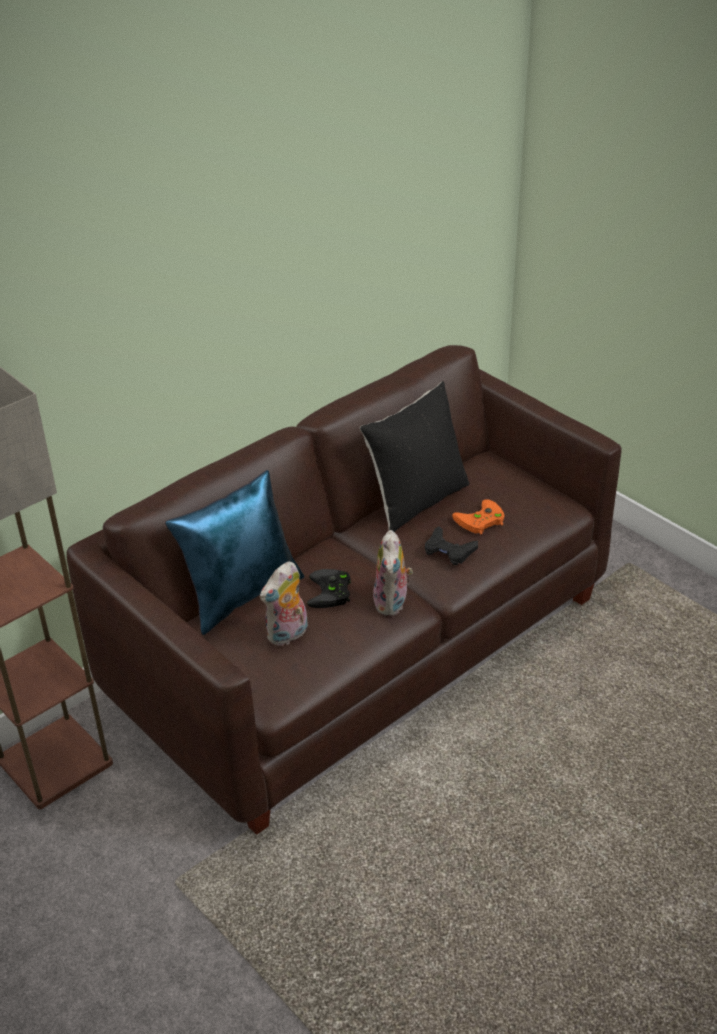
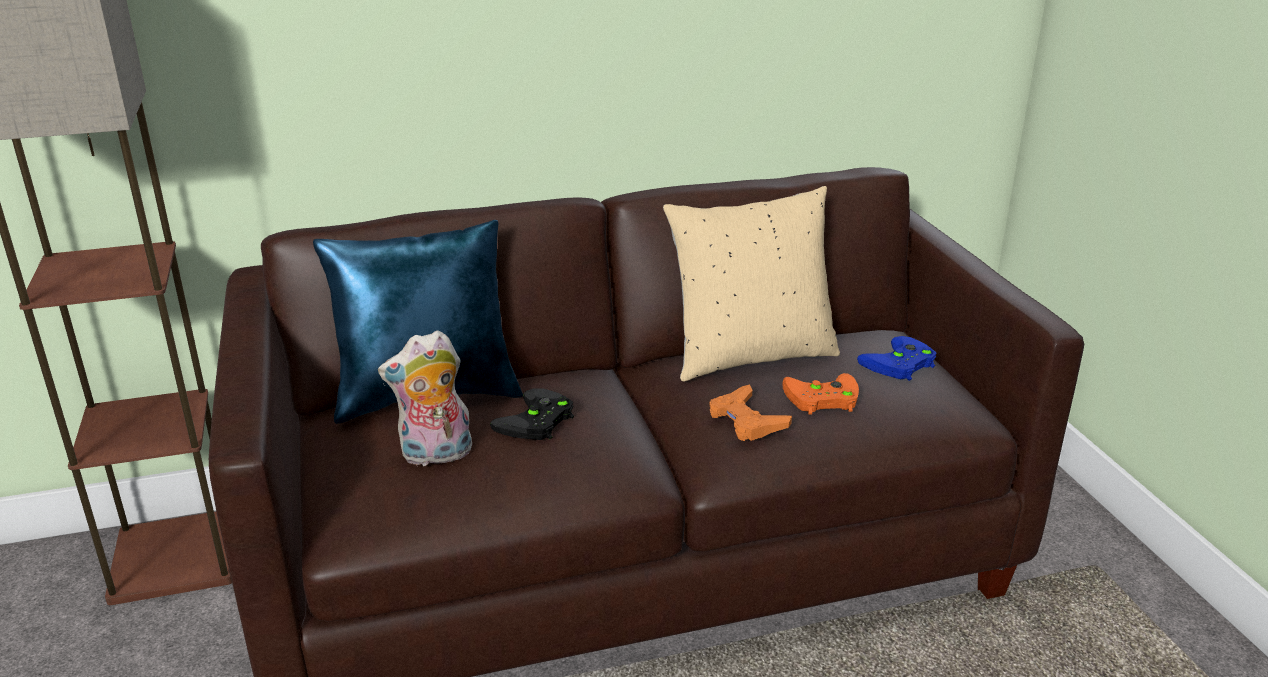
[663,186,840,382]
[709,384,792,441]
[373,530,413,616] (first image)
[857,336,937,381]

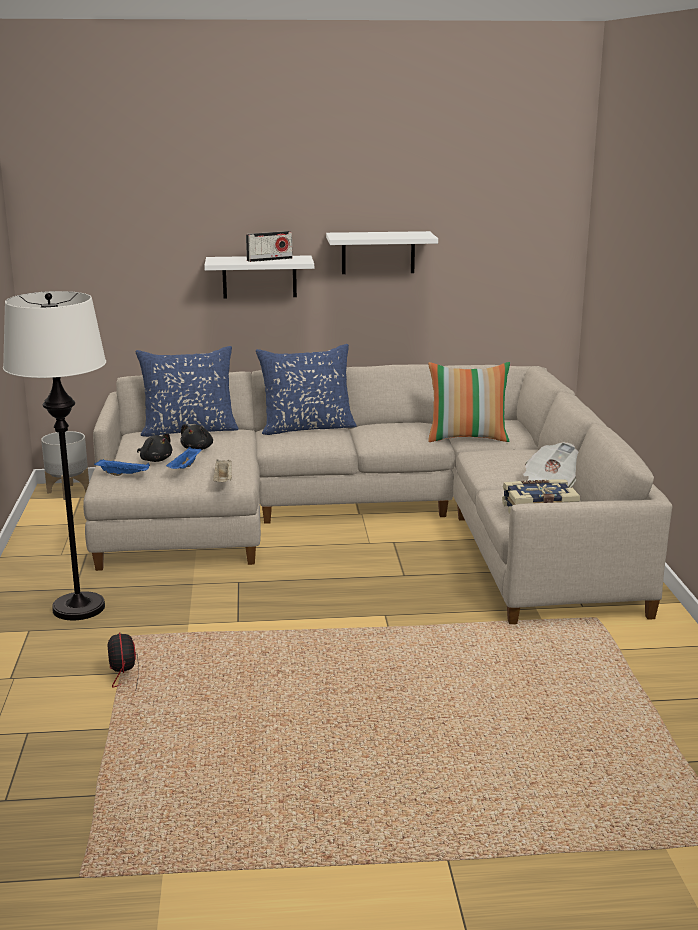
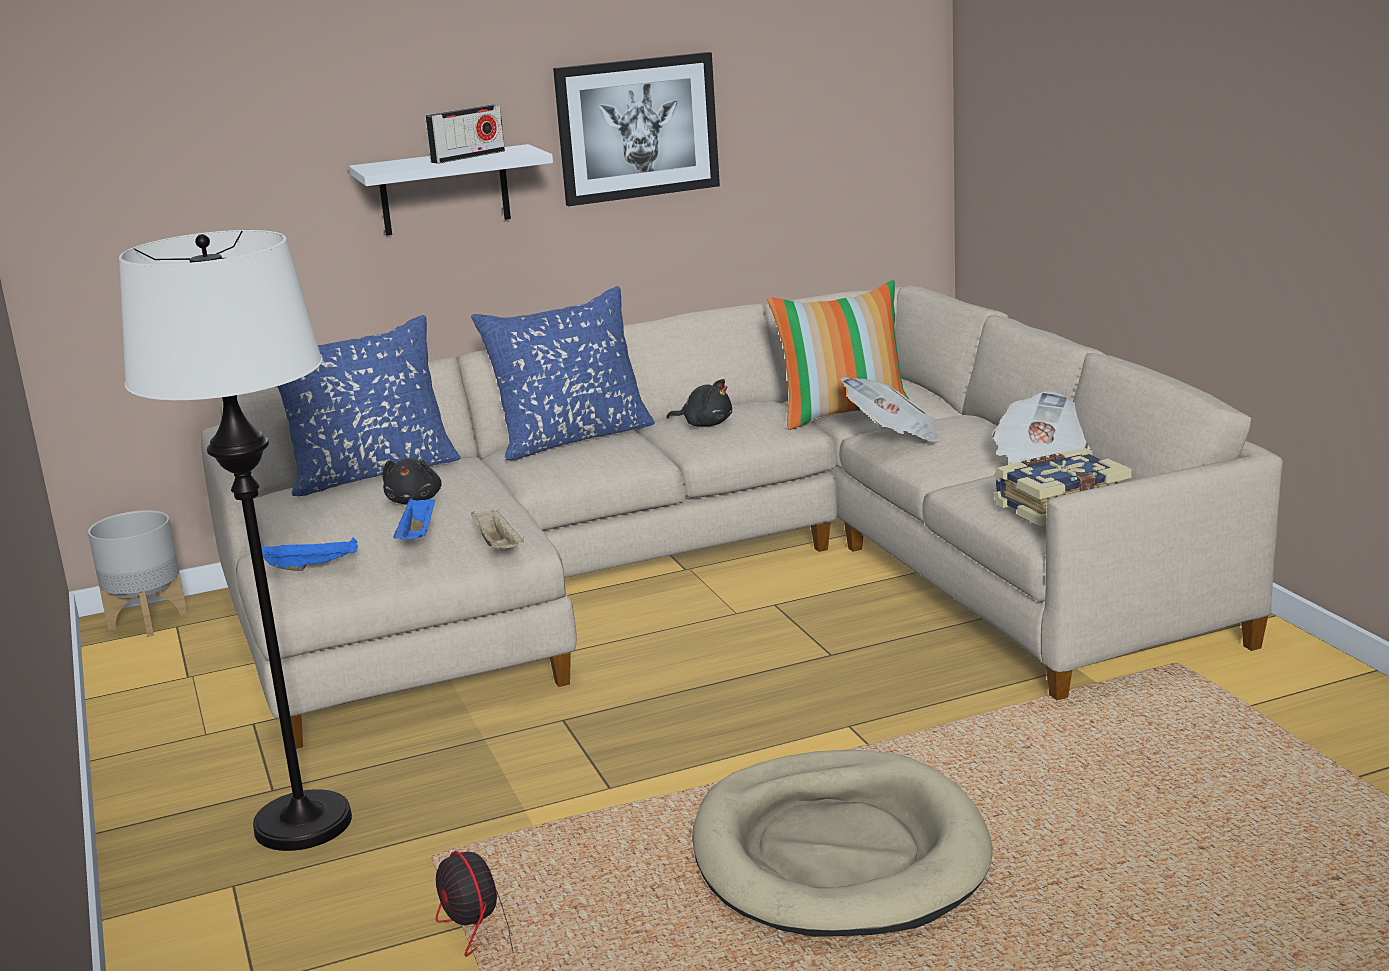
[553,52,720,206]
[667,379,732,427]
[841,377,939,442]
[692,750,993,937]

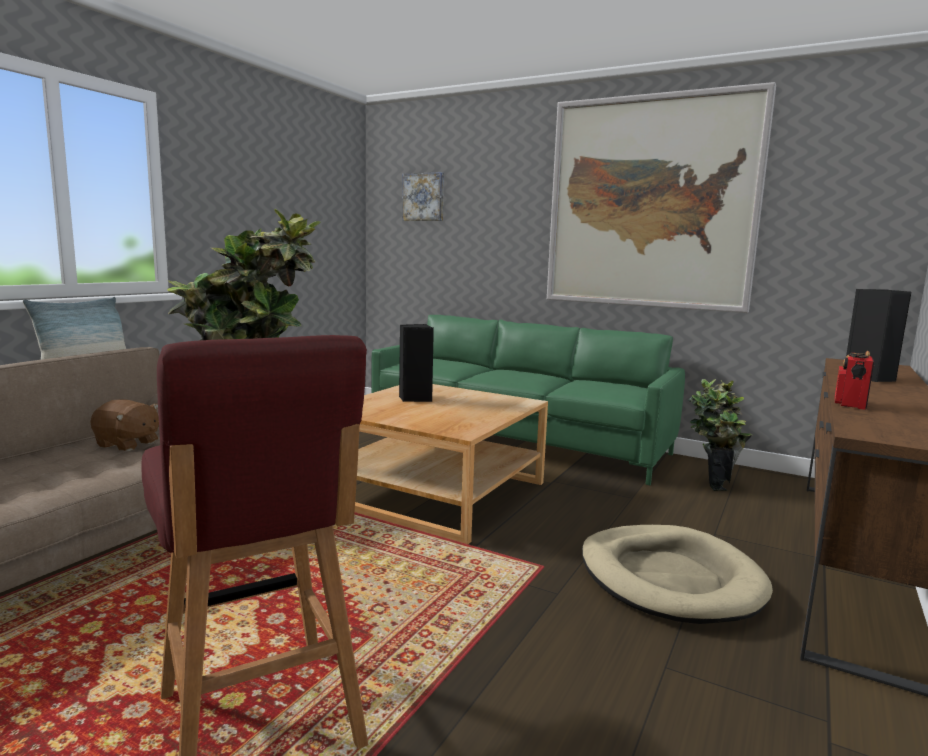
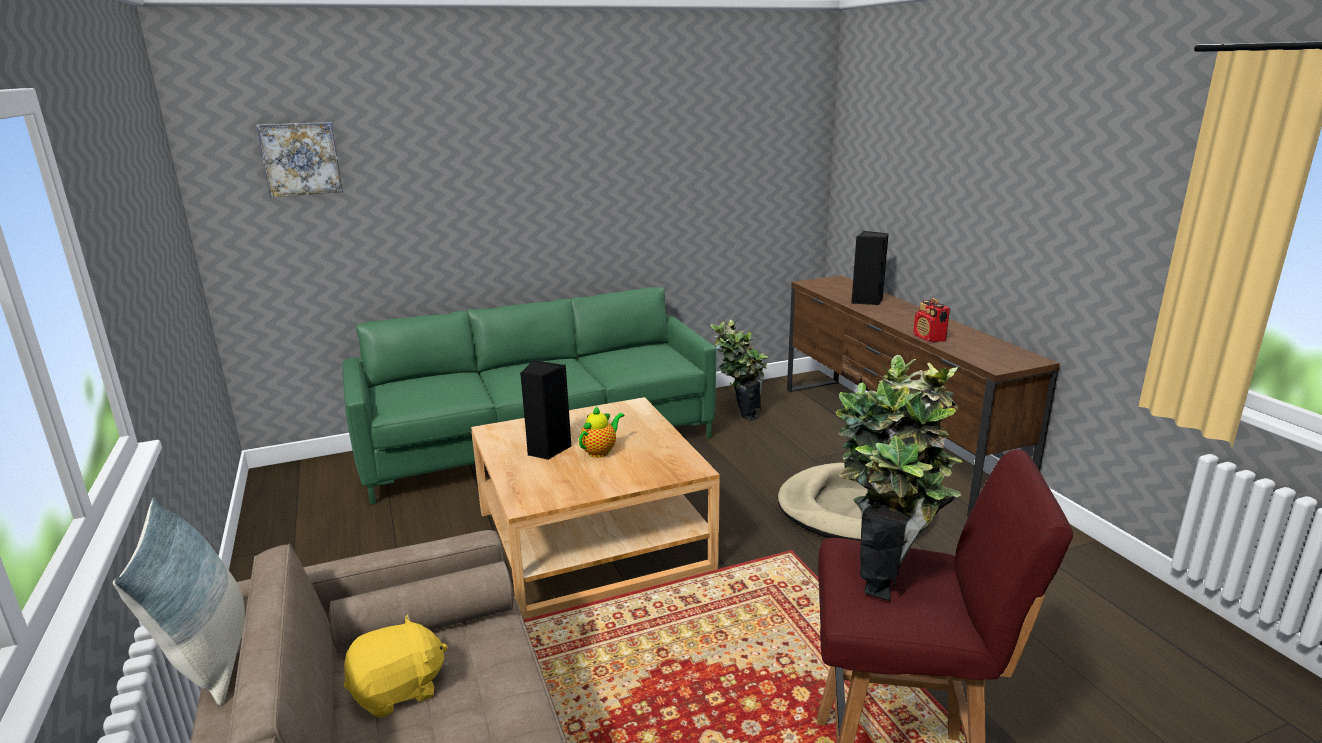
[547,82,776,313] (first image)
[344,614,448,717]
[579,405,624,458]

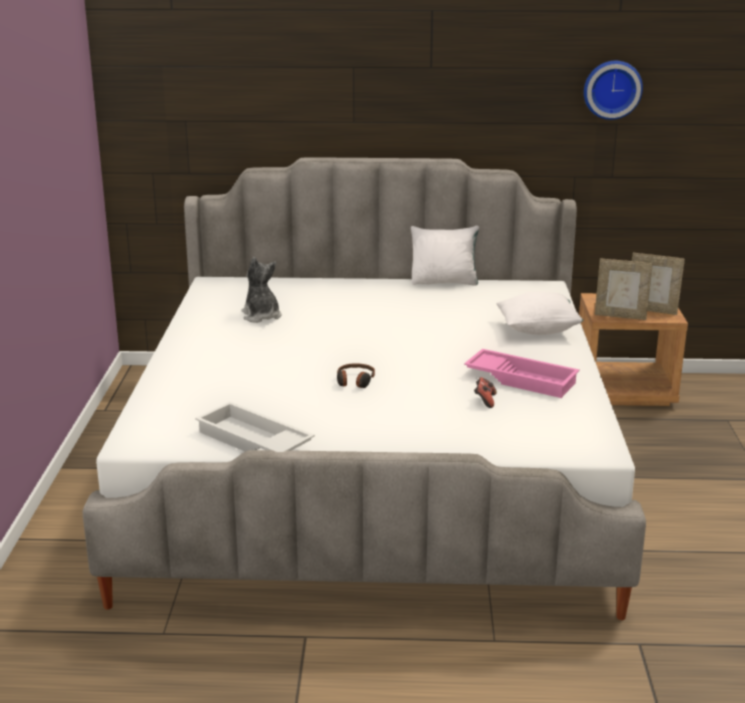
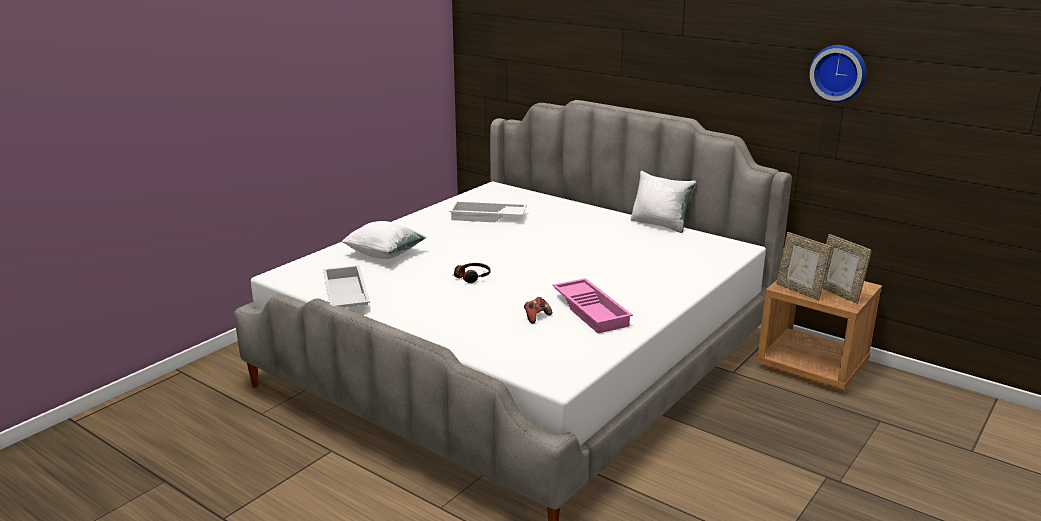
[449,201,527,222]
[341,221,427,259]

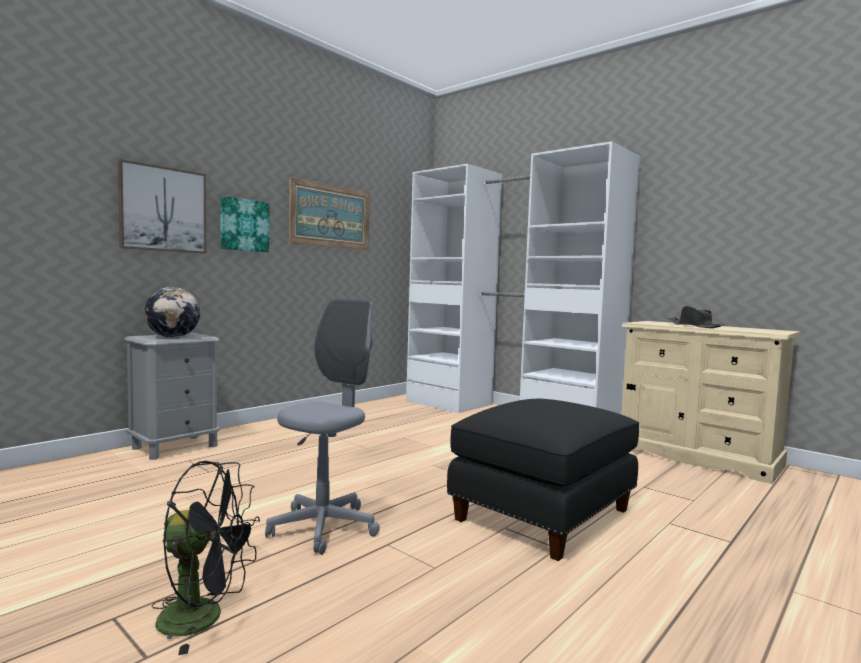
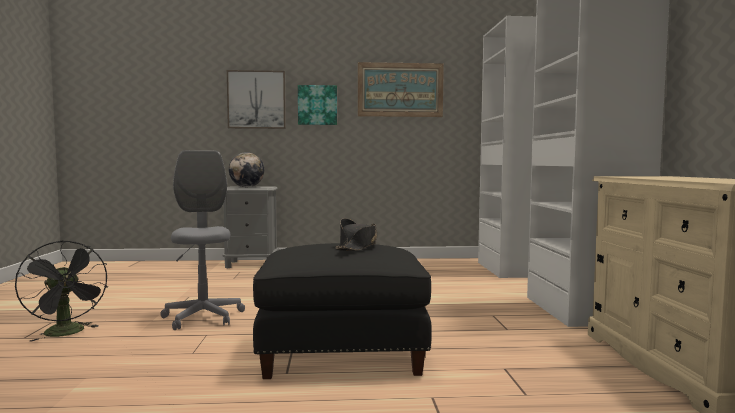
[161,150,245,330]
[335,218,377,251]

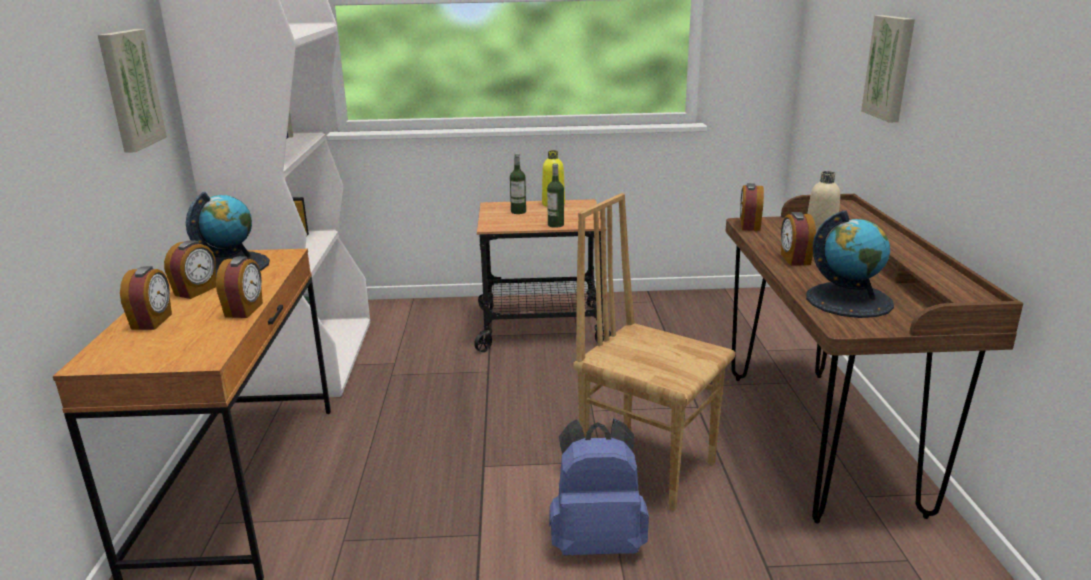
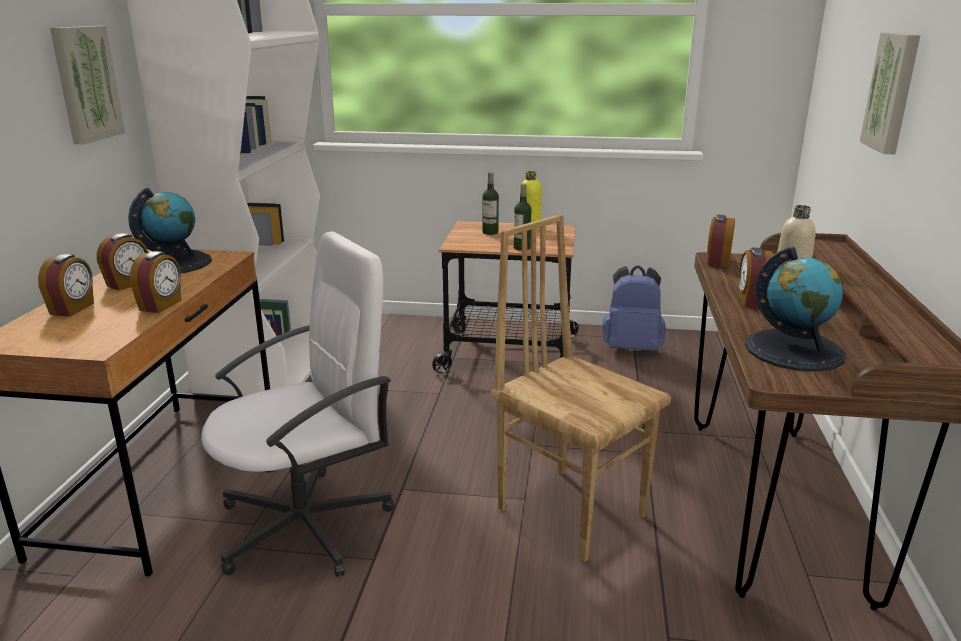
[602,265,666,351]
[201,232,394,577]

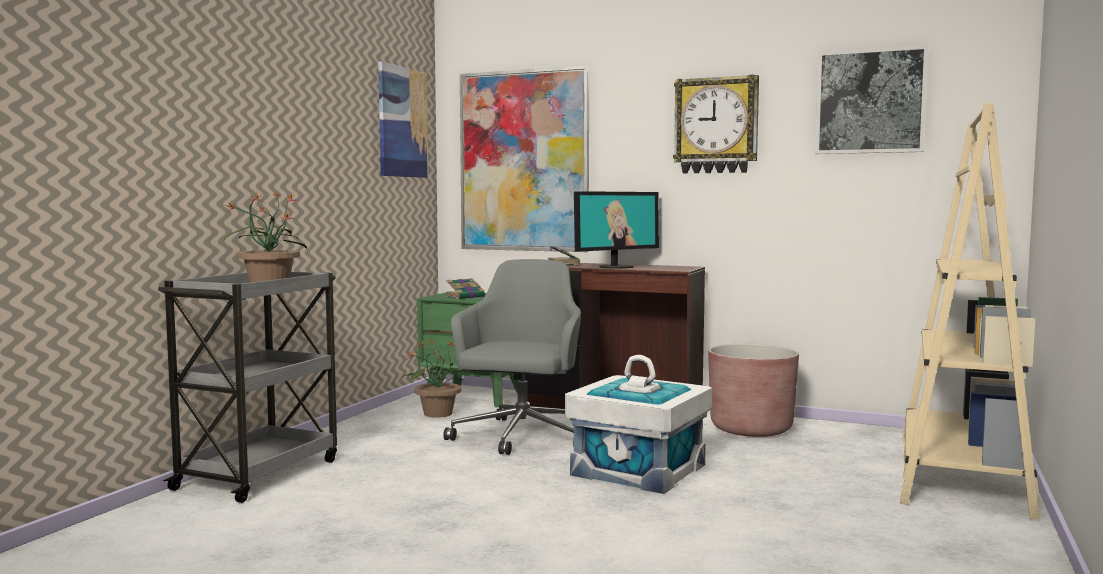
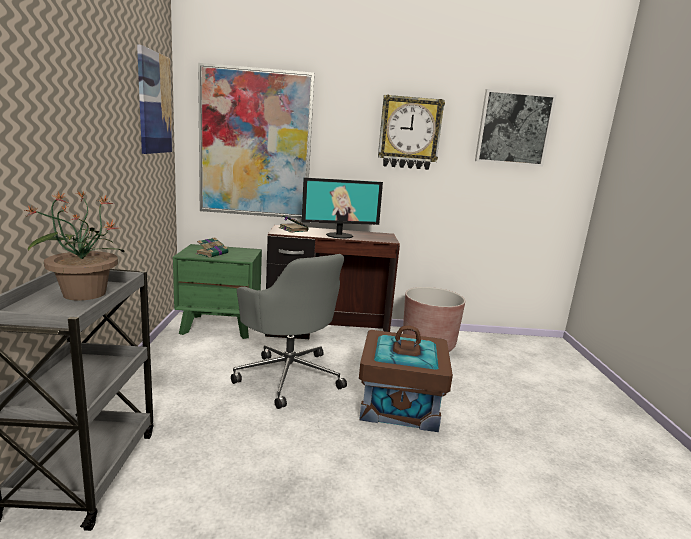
[900,103,1039,519] (first image)
[302,178,383,239]
[231,254,347,409]
[405,338,463,418] (first image)
[359,326,453,432]

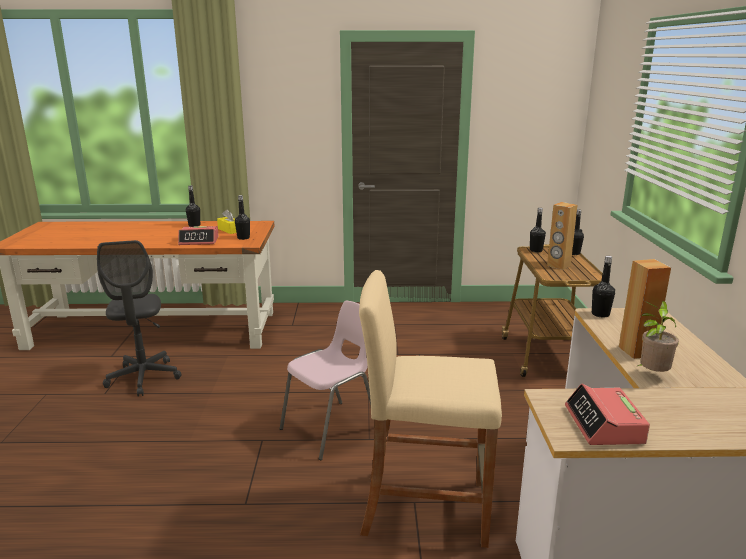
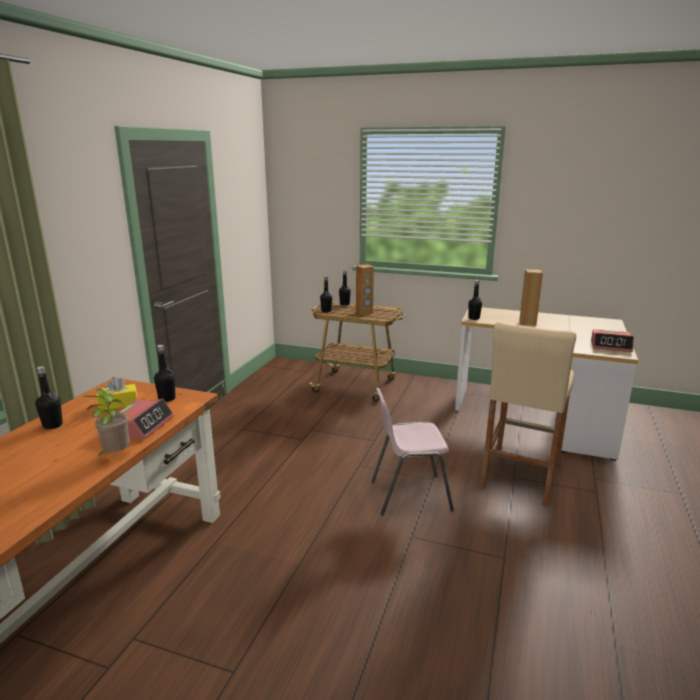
[97,240,181,396] (first image)
[372,388,454,516]
[83,389,130,457]

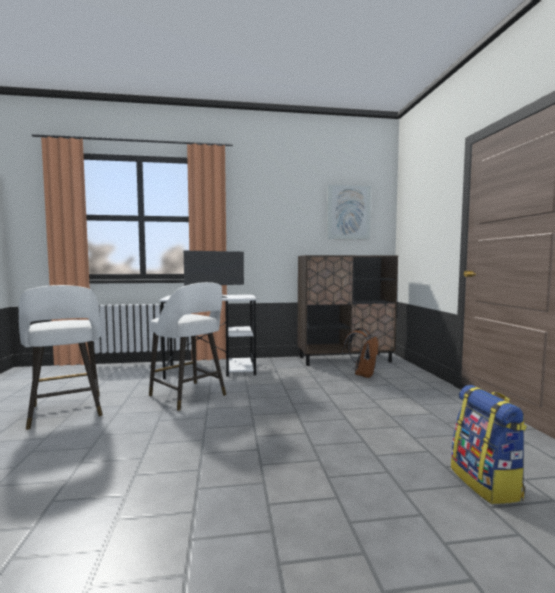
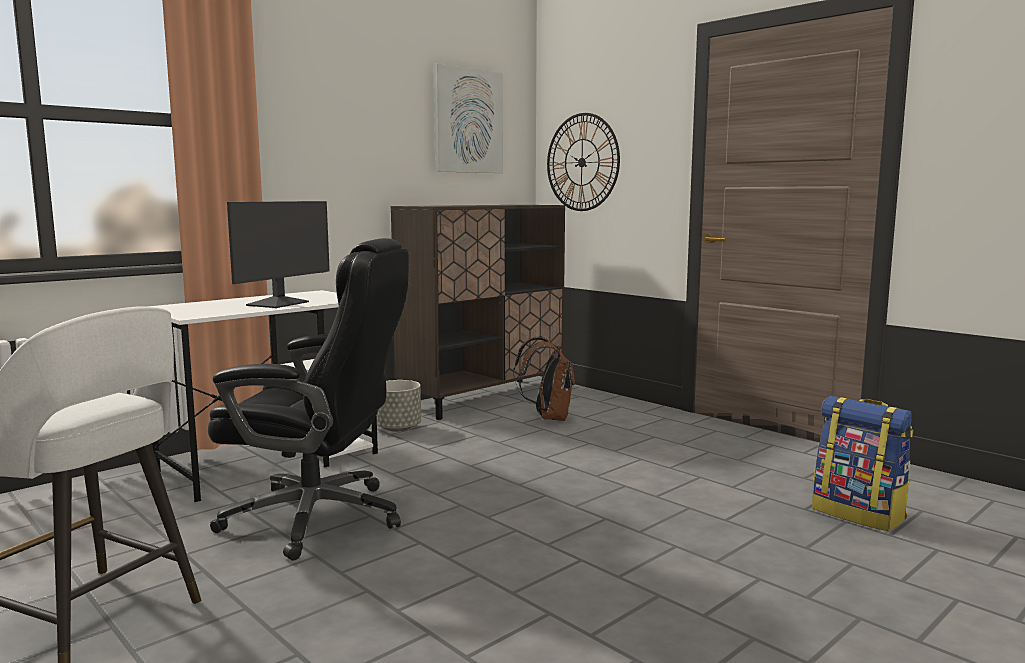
[208,238,409,561]
[547,113,620,211]
[377,380,421,432]

